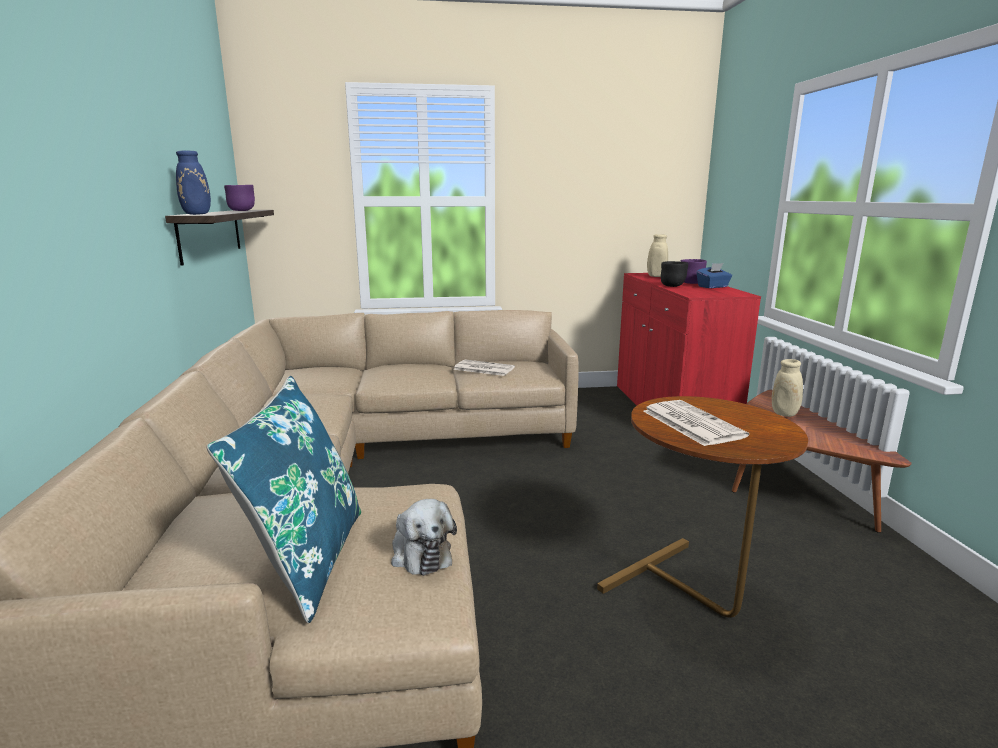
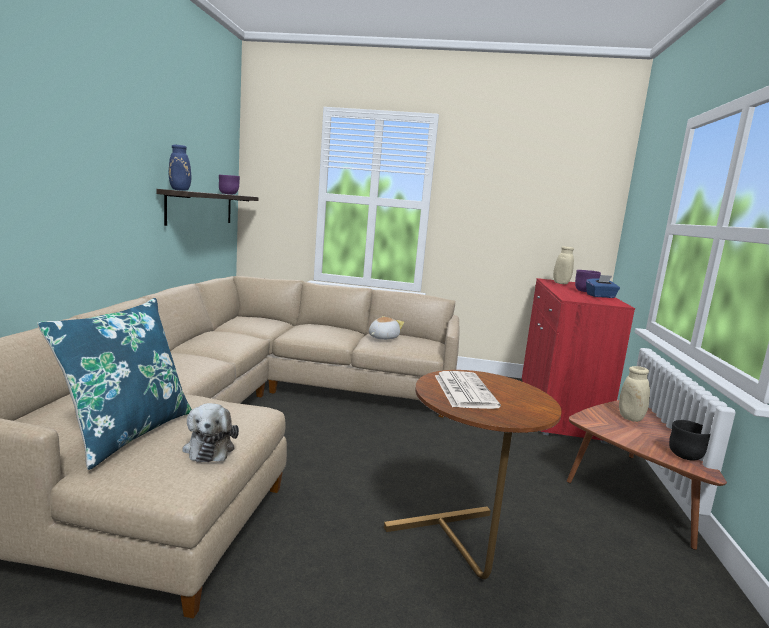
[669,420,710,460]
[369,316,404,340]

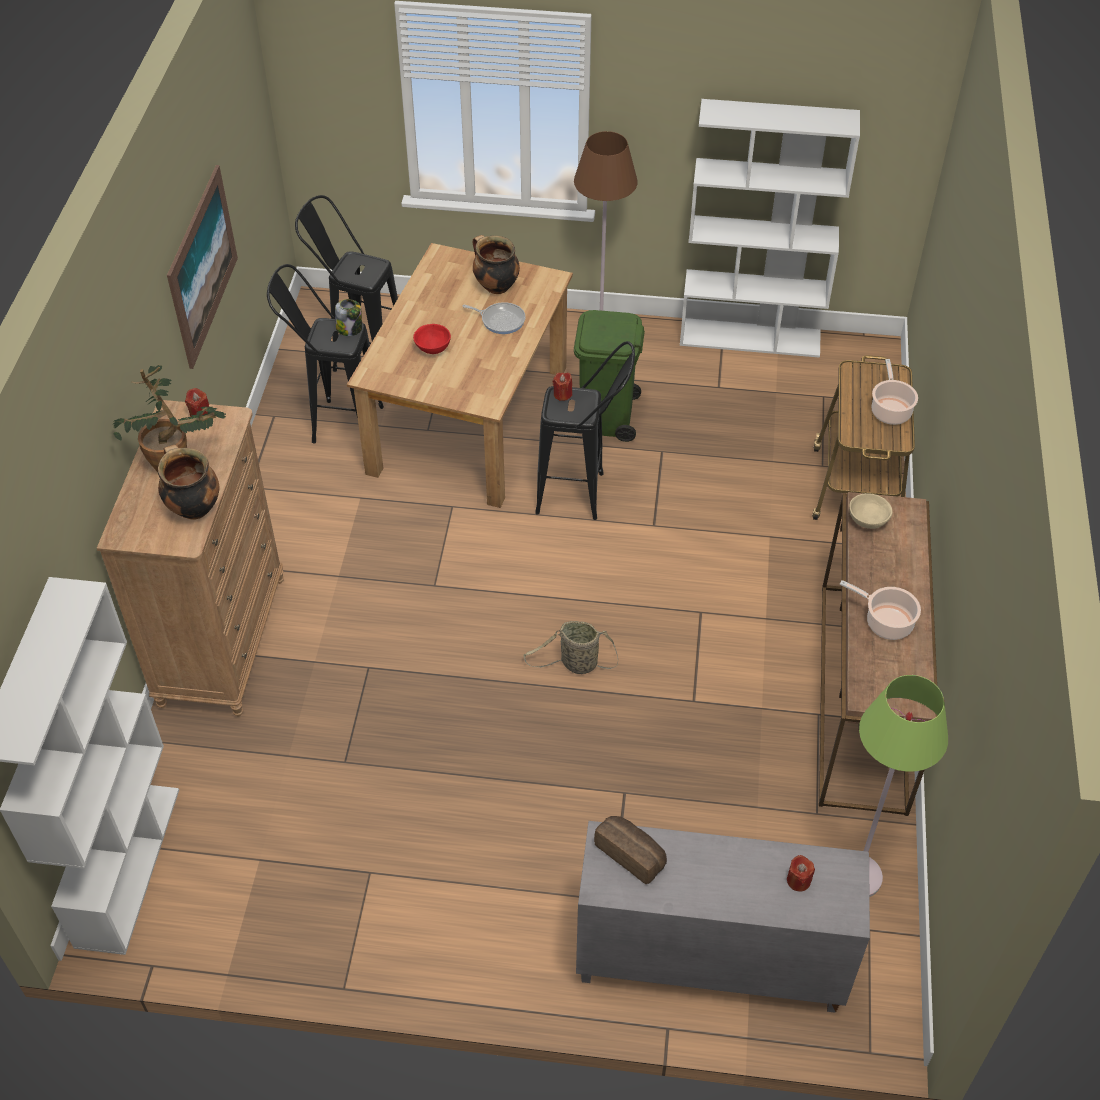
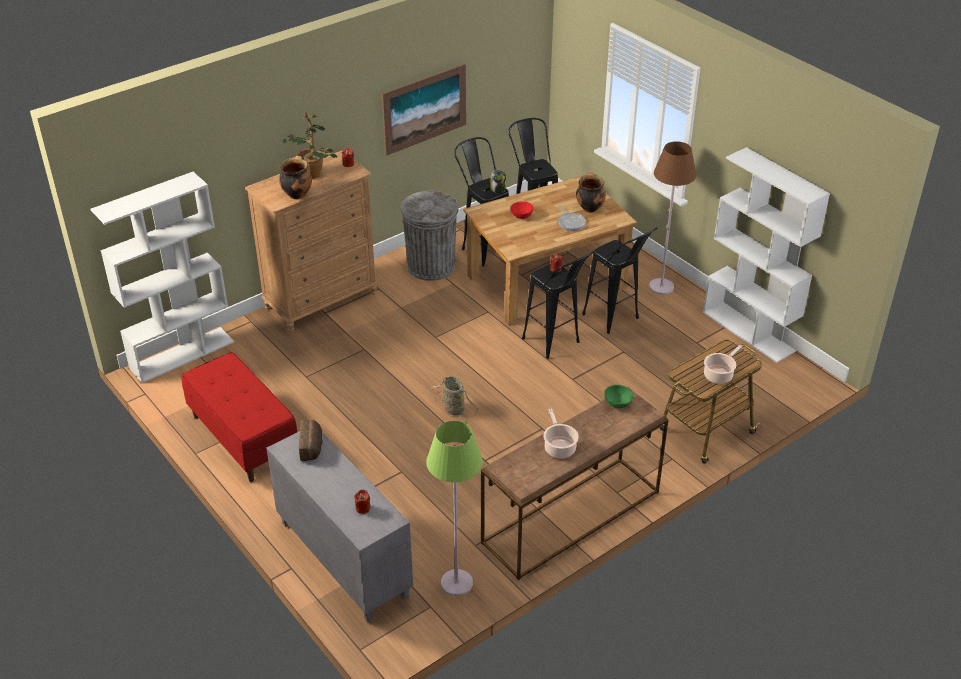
[582,227,658,334]
[604,385,633,408]
[401,191,459,281]
[181,352,297,482]

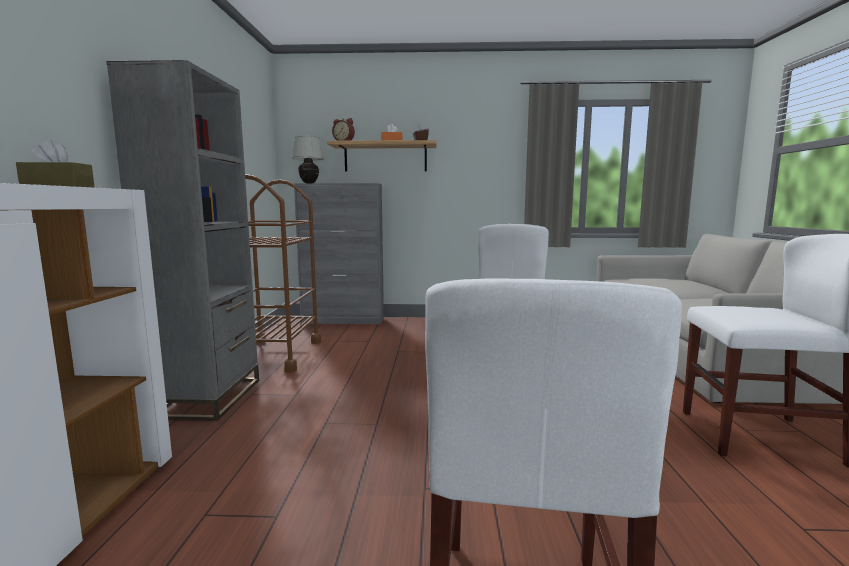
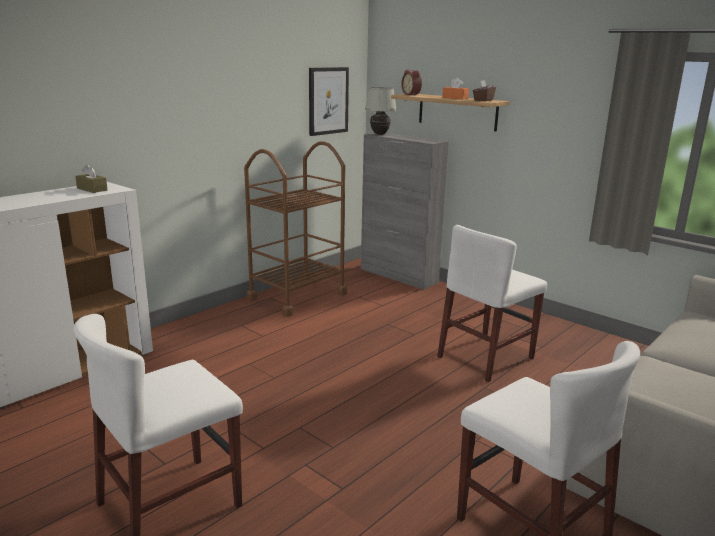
[106,60,259,421] (first image)
[309,67,349,136]

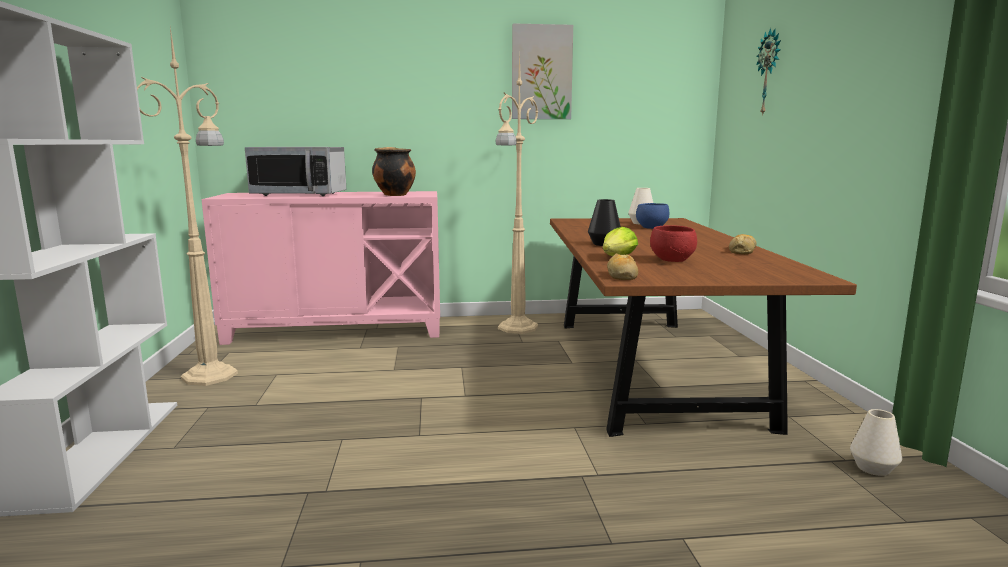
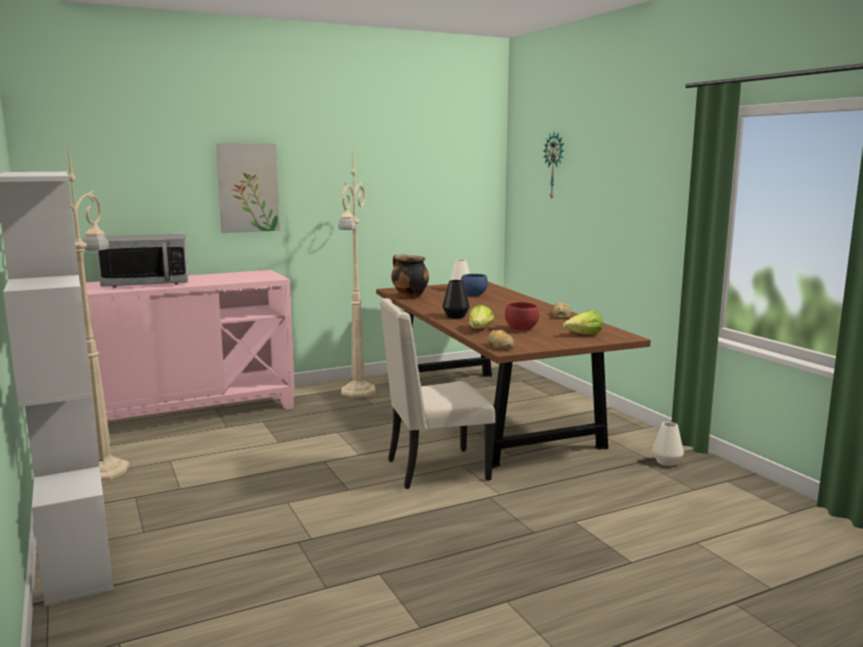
[216,143,280,233]
[391,254,429,299]
[380,298,495,489]
[563,310,603,334]

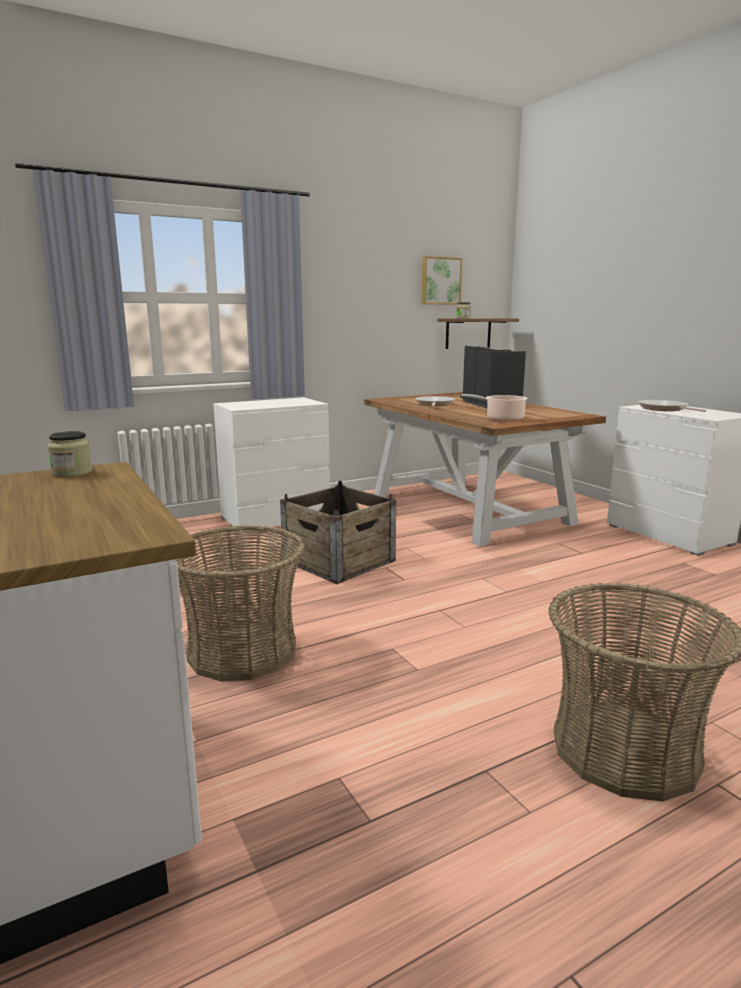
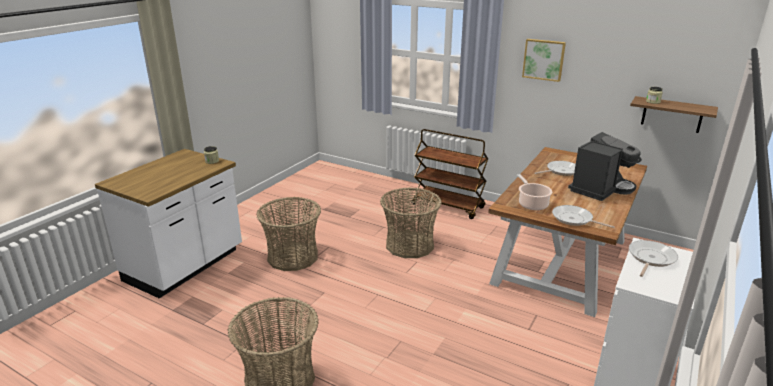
[522,39,566,82]
[412,129,488,219]
[380,187,442,258]
[552,205,615,228]

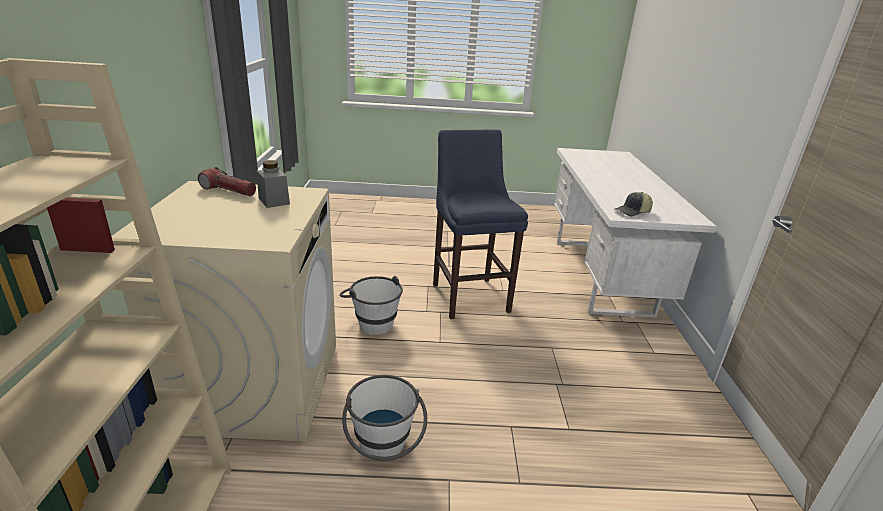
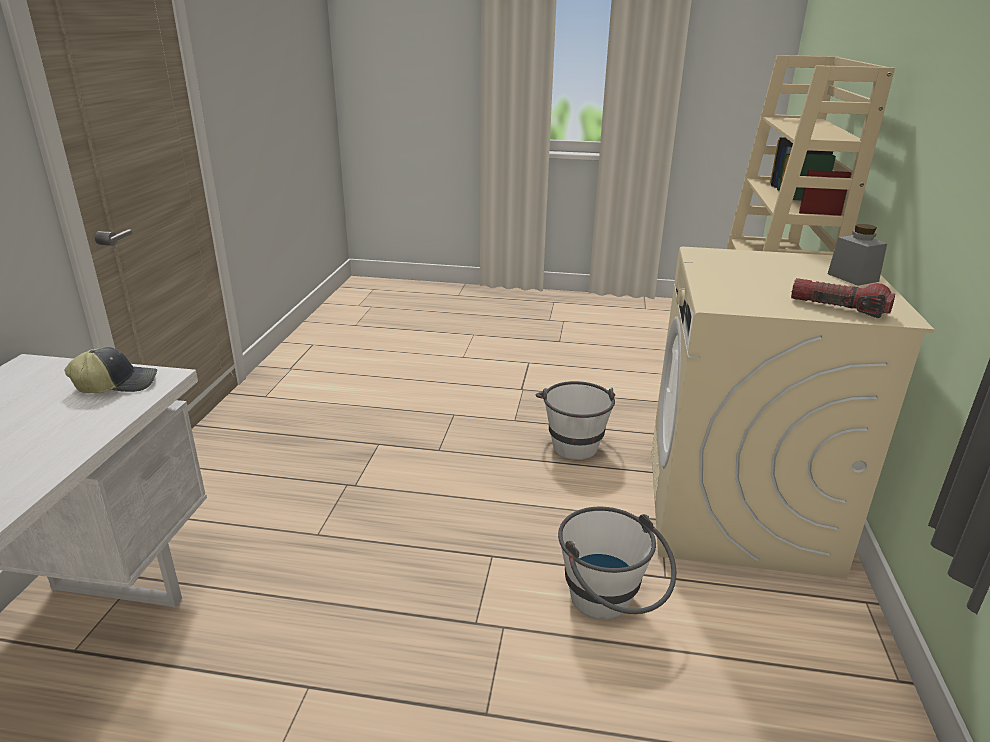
[433,129,528,319] (first image)
[828,224,887,286]

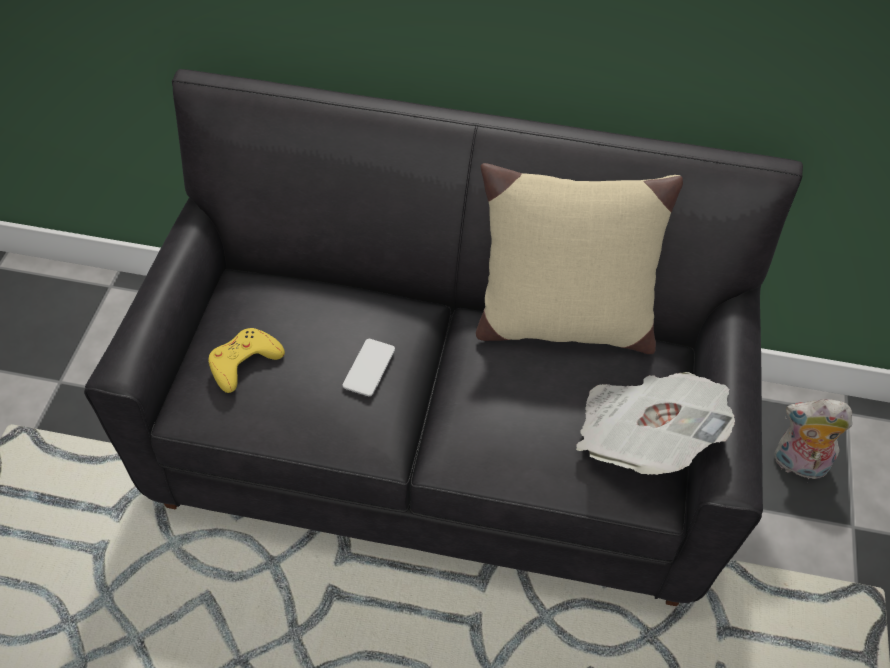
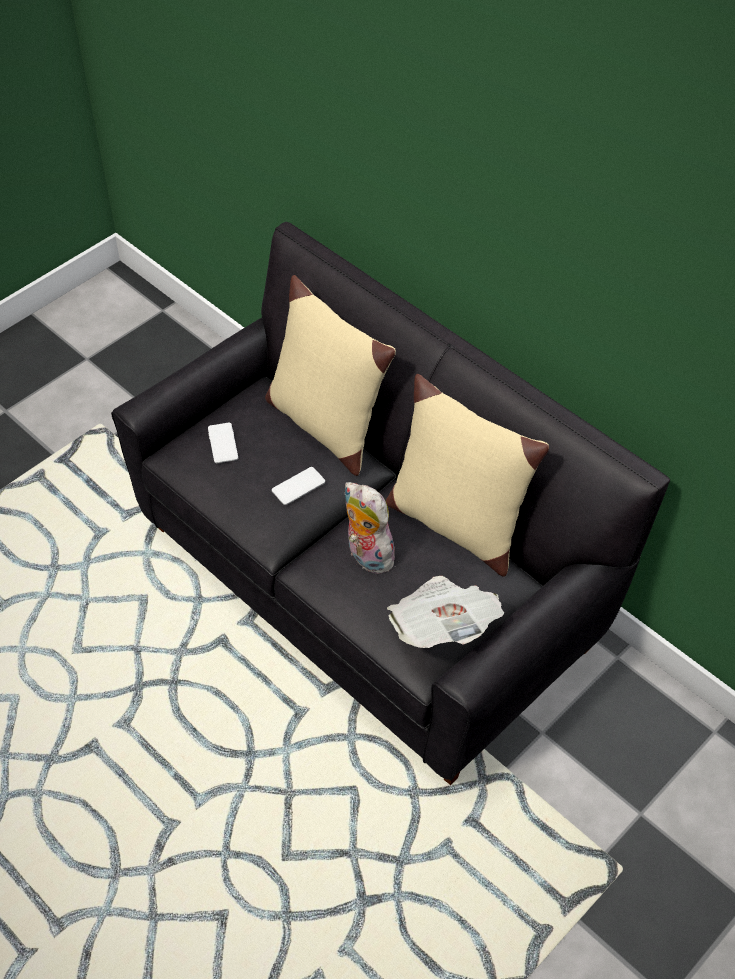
[208,423,238,463]
[345,482,395,574]
[265,275,396,476]

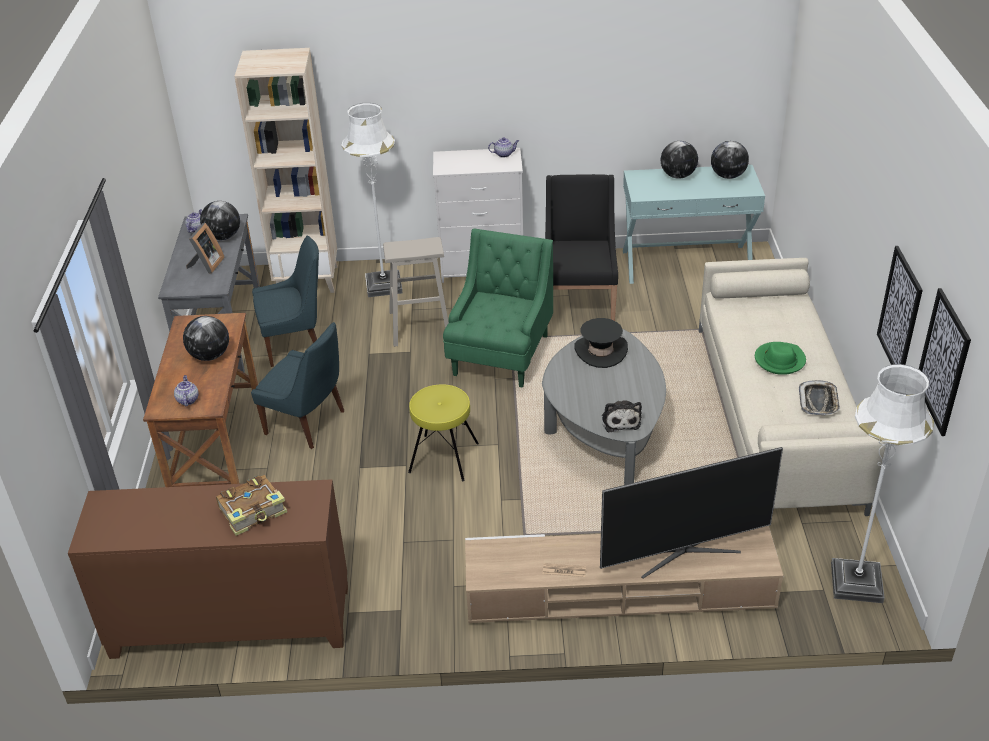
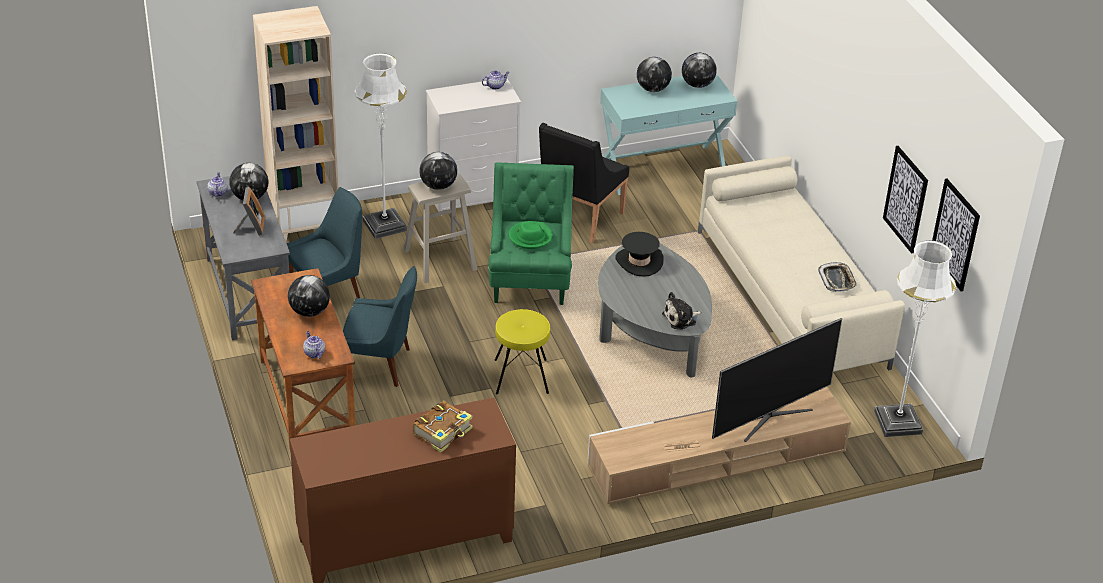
[539,123,629,243]
[509,221,553,249]
[662,292,702,330]
[419,152,457,190]

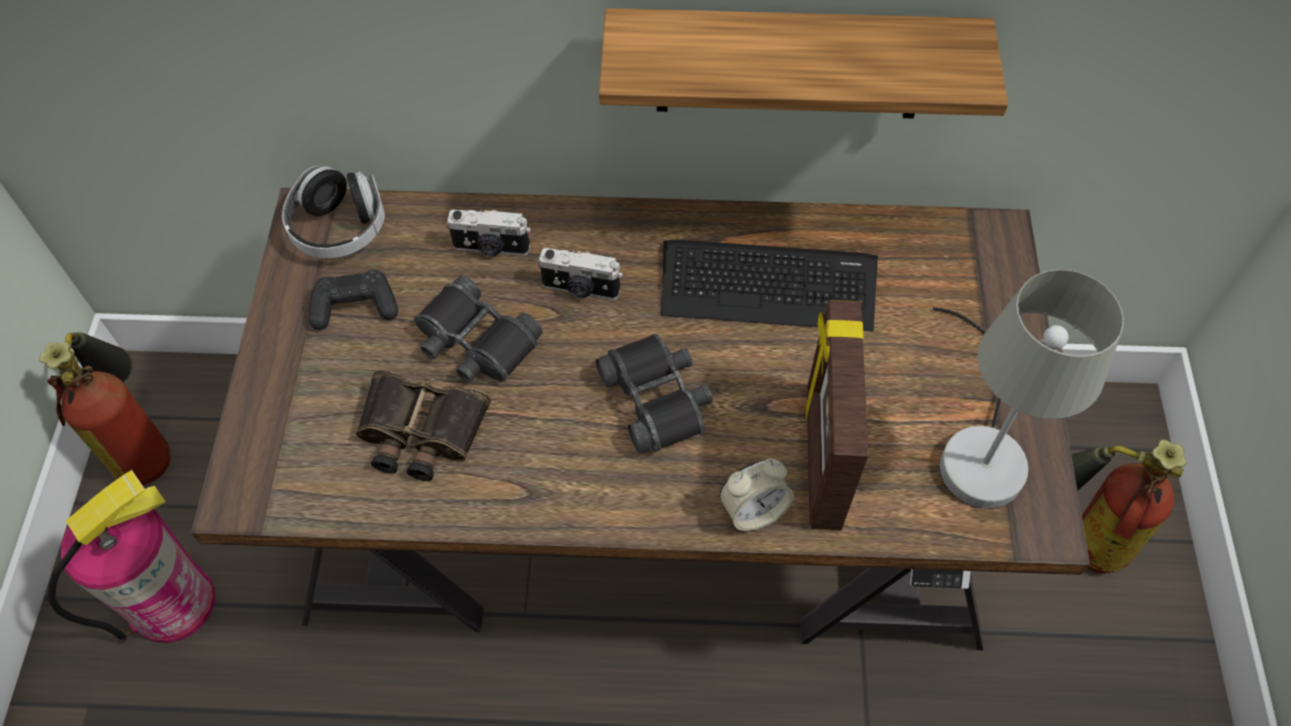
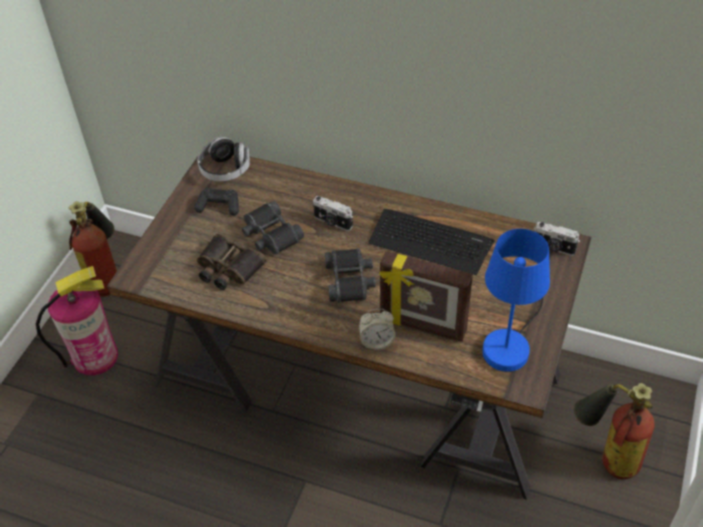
[599,8,1008,119] (first image)
[533,222,580,256]
[482,229,550,372]
[379,251,473,342]

